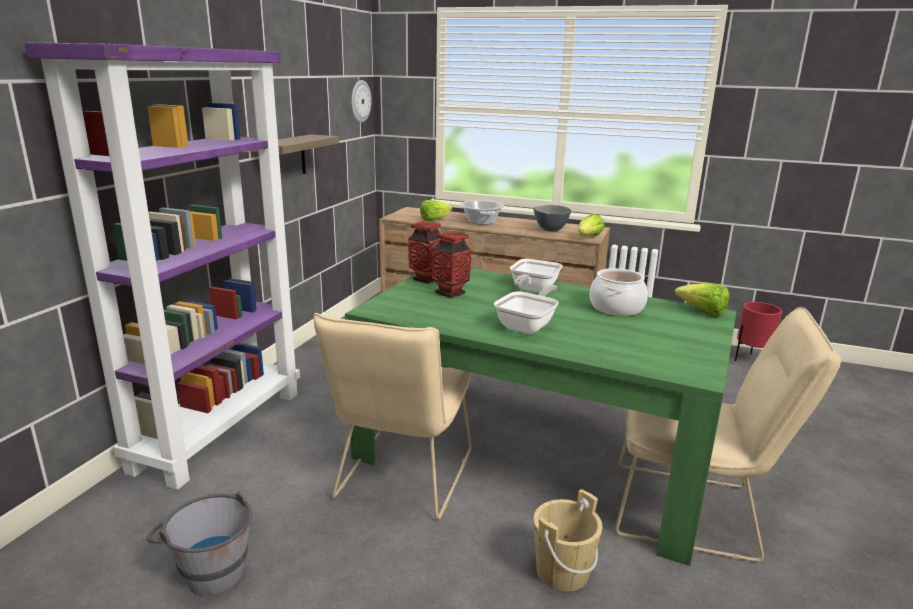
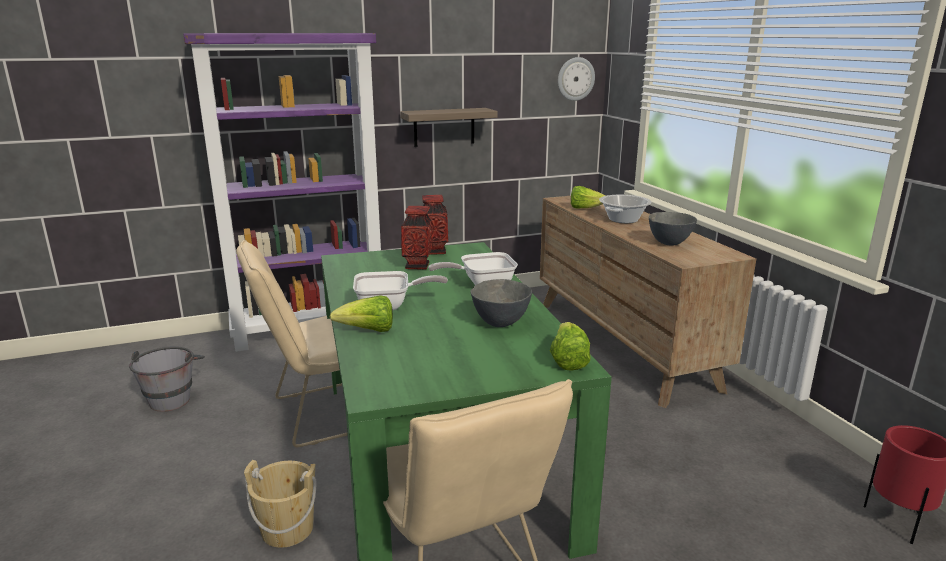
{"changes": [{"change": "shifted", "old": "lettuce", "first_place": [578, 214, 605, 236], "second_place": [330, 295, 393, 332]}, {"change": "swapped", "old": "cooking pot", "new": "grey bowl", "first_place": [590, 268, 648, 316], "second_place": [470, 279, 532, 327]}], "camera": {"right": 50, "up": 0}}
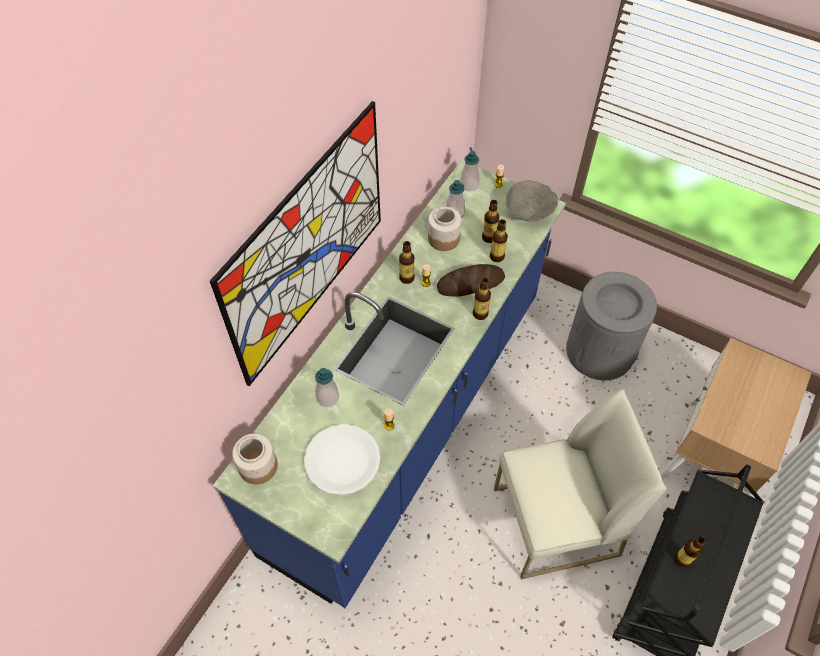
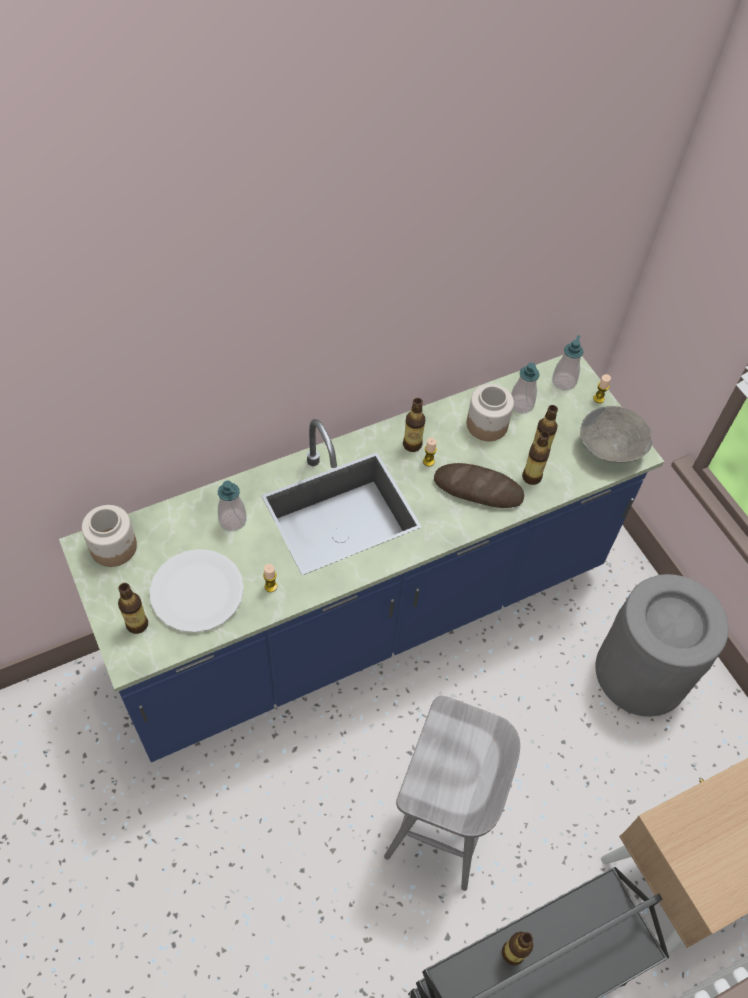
{"changes": [{"change": "gone", "old": "picture", "first_place": [210, 101, 381, 386]}, {"change": "shifted", "old": "bottle", "first_place": [473, 278, 491, 320], "second_place": [118, 583, 148, 634]}, {"change": "swapped", "old": "white chair", "new": "grey stool", "first_place": [494, 389, 667, 579], "second_place": [384, 696, 520, 891]}], "camera": {"right": 30, "up": 0}}
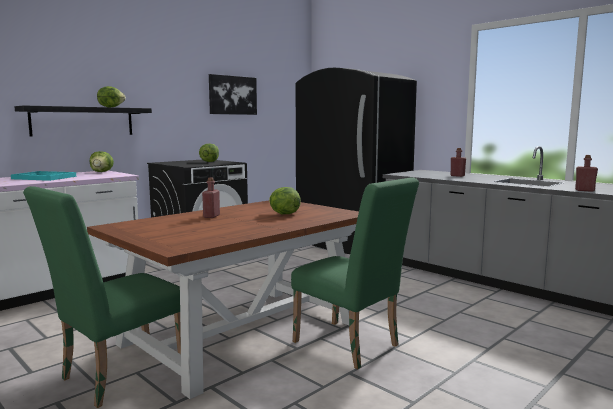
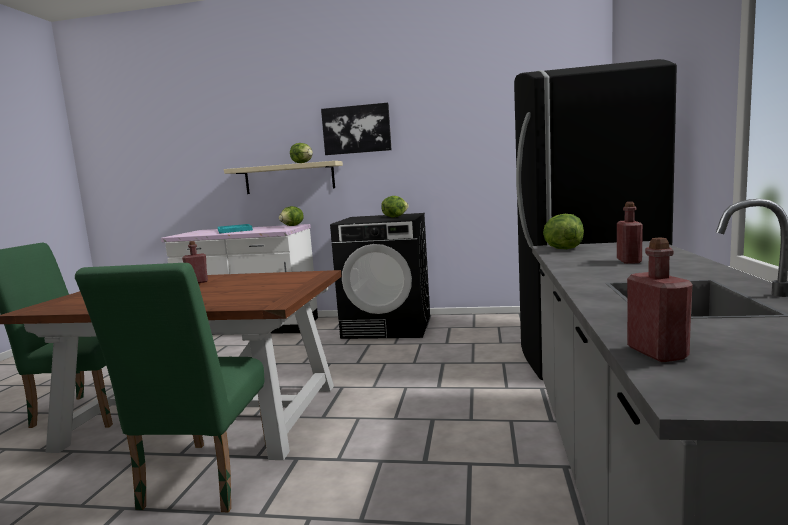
{"changes": [{"change": "repainted", "old": "black shelf", "new": "beige shelf", "first_place": [15, 106, 152, 137], "second_place": [224, 161, 343, 194]}, {"change": "shifted", "old": "picture", "first_place": [209, 74, 257, 115], "second_place": [321, 103, 392, 155]}, {"change": "shifted", "old": "lettuce", "first_place": [269, 187, 301, 214], "second_place": [543, 214, 584, 249]}], "camera": {"right": 55, "up": 0}}
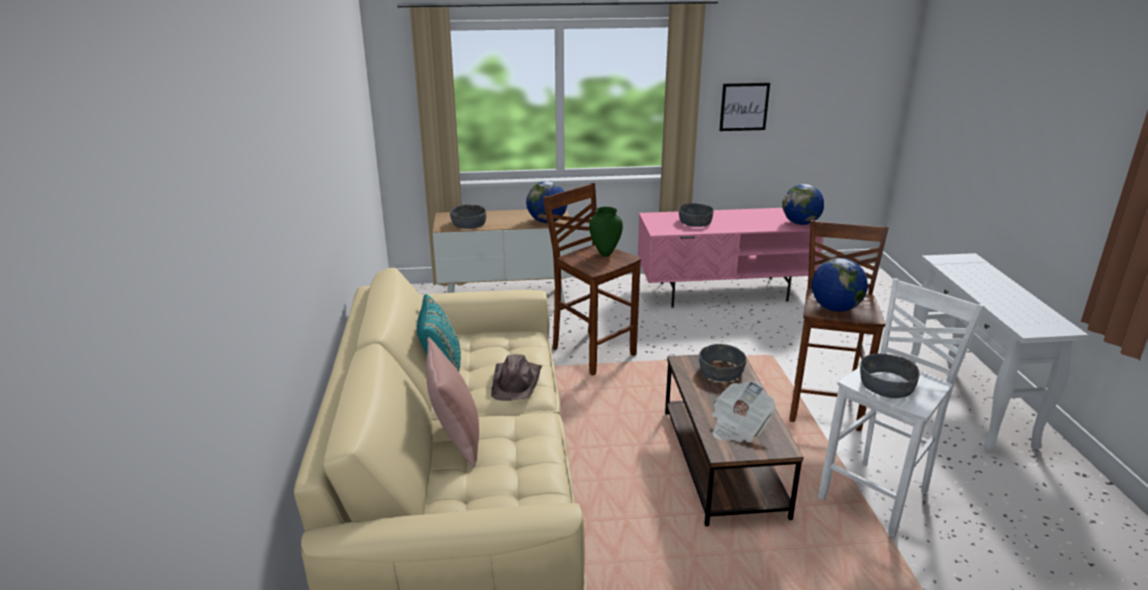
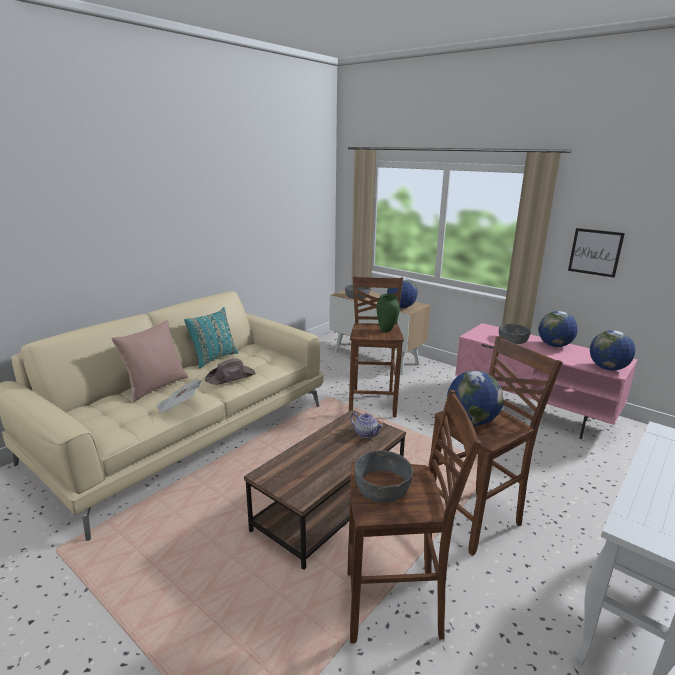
{"changes": [{"change": "swapped", "old": "grey bowl", "new": "teapot", "first_place": [699, 344, 747, 382], "second_place": [350, 412, 383, 438]}, {"change": "shifted", "old": "newspaper", "first_place": [712, 381, 776, 443], "second_place": [157, 379, 203, 414]}, {"change": "repainted", "old": "white stool", "new": "brown stool", "first_place": [818, 278, 985, 537], "second_place": [348, 390, 481, 643]}, {"change": "new", "new": "globe", "second_place": [538, 311, 577, 347]}], "camera": {"right": 45, "up": -5}}
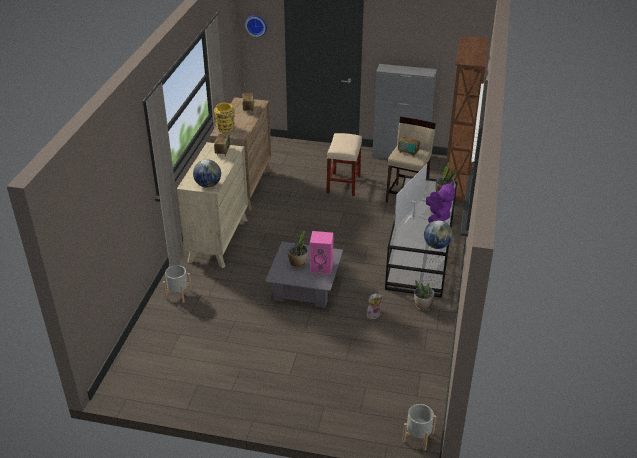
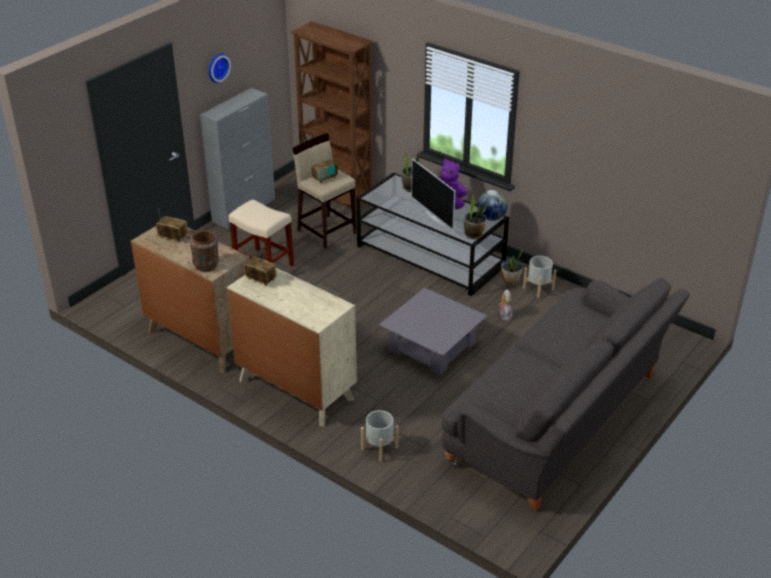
{"changes": [{"change": "gone", "old": "globe", "first_place": [193, 159, 221, 188]}, {"change": "repainted", "old": "yellow vase", "new": "brown vase", "first_place": [214, 103, 235, 132], "second_place": [189, 230, 219, 272]}, {"change": "shifted", "old": "wall clock", "first_place": [245, 15, 267, 37], "second_place": [208, 53, 231, 83]}, {"change": "shifted", "old": "potted plant", "first_place": [288, 231, 308, 268], "second_place": [464, 195, 487, 239]}, {"change": "gone", "old": "pink speaker", "first_place": [310, 231, 334, 274]}, {"change": "shifted", "old": "grey planter", "first_place": [402, 404, 436, 451], "second_place": [523, 256, 556, 298]}, {"change": "new", "new": "grey sofa", "second_place": [441, 278, 690, 511]}], "camera": {"right": -65, "up": 0}}
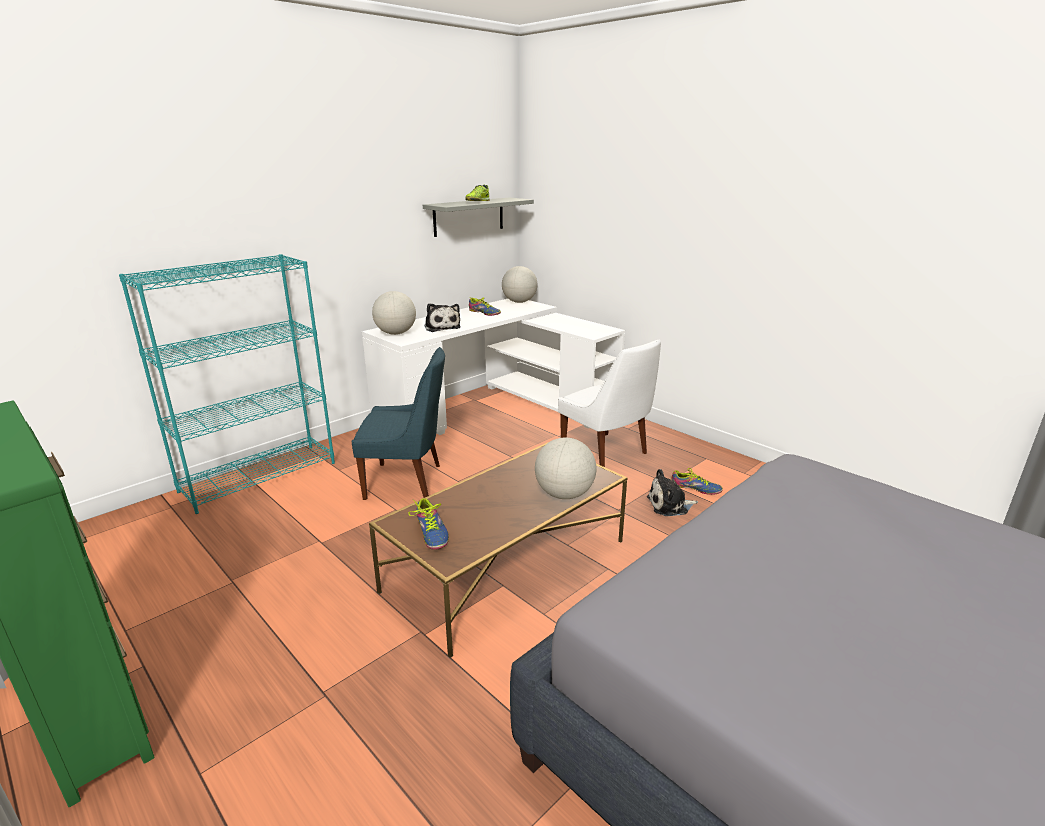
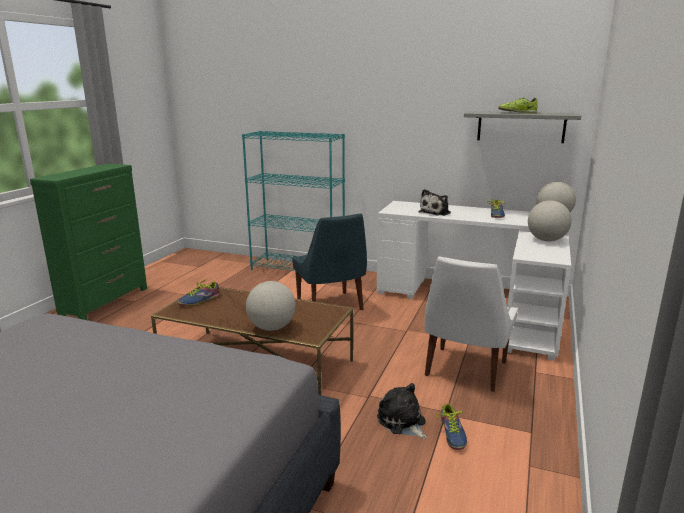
{"changes": [{"change": "shifted", "old": "globe", "first_place": [372, 291, 416, 335], "second_place": [528, 200, 572, 241]}], "camera": {"right": 65, "up": -5}}
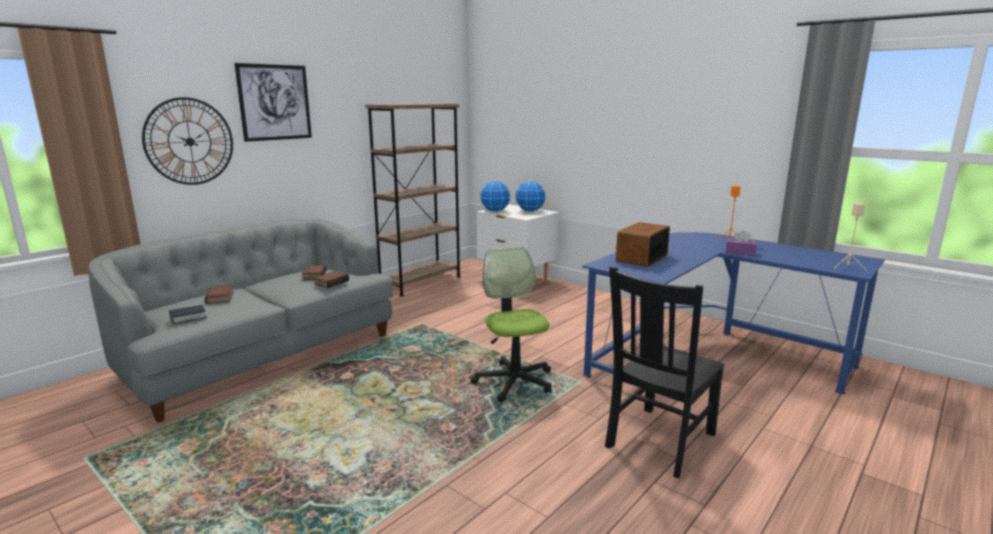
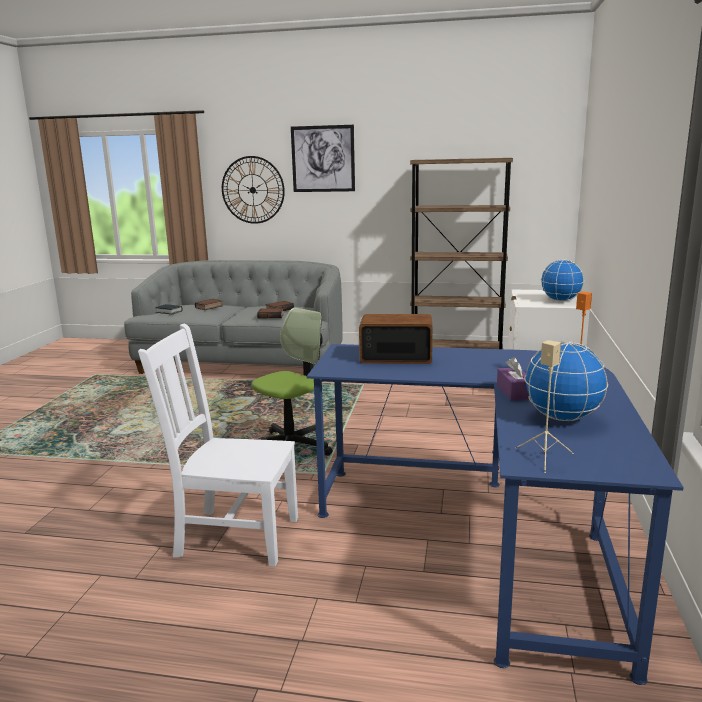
{"changes": [{"change": "shifted", "old": "globe", "first_place": [480, 180, 511, 212], "second_place": [524, 341, 608, 421]}, {"change": "repainted", "old": "black chair", "new": "white chair", "first_place": [605, 266, 724, 478], "second_place": [138, 324, 298, 567]}], "camera": {"right": 60, "up": 0}}
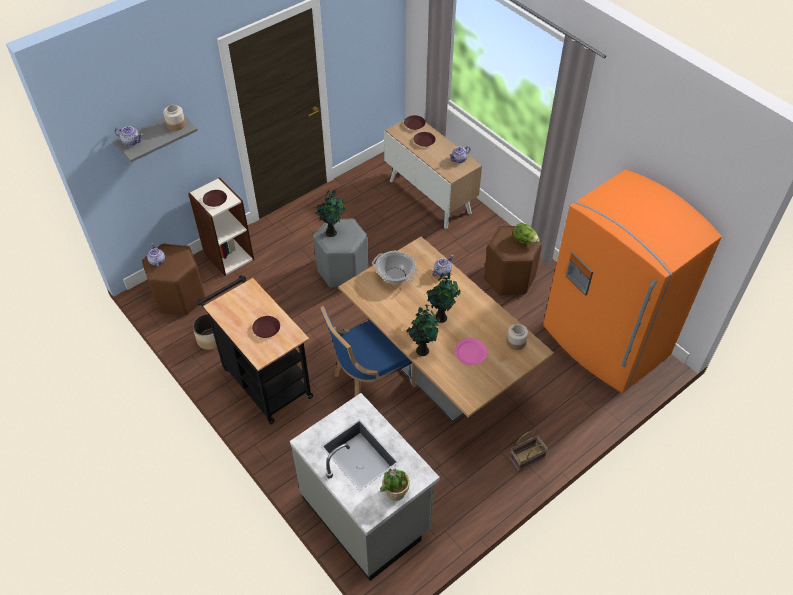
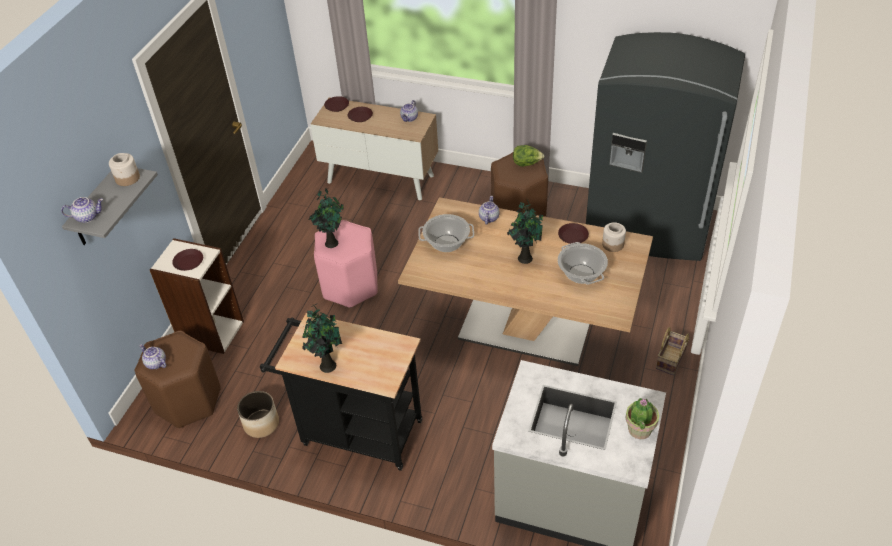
{"changes": [{"change": "shifted", "old": "brown plate", "first_place": [252, 316, 280, 338], "second_place": [558, 223, 589, 244]}, {"change": "repainted", "old": "grey stool", "new": "pink stool", "first_place": [313, 218, 369, 288], "second_place": [314, 220, 378, 308]}, {"change": "gone", "old": "blue chair", "first_place": [320, 306, 417, 396]}, {"change": "shifted", "old": "potted plant", "first_place": [406, 305, 441, 356], "second_place": [302, 304, 342, 373]}, {"change": "swapped", "old": "pink plate", "new": "cooking pot", "first_place": [455, 338, 487, 365], "second_place": [558, 242, 608, 284]}, {"change": "repainted", "old": "orange fridge", "new": "grey fridge", "first_place": [543, 170, 722, 393], "second_place": [586, 32, 745, 261]}], "camera": {"right": -30, "up": -5}}
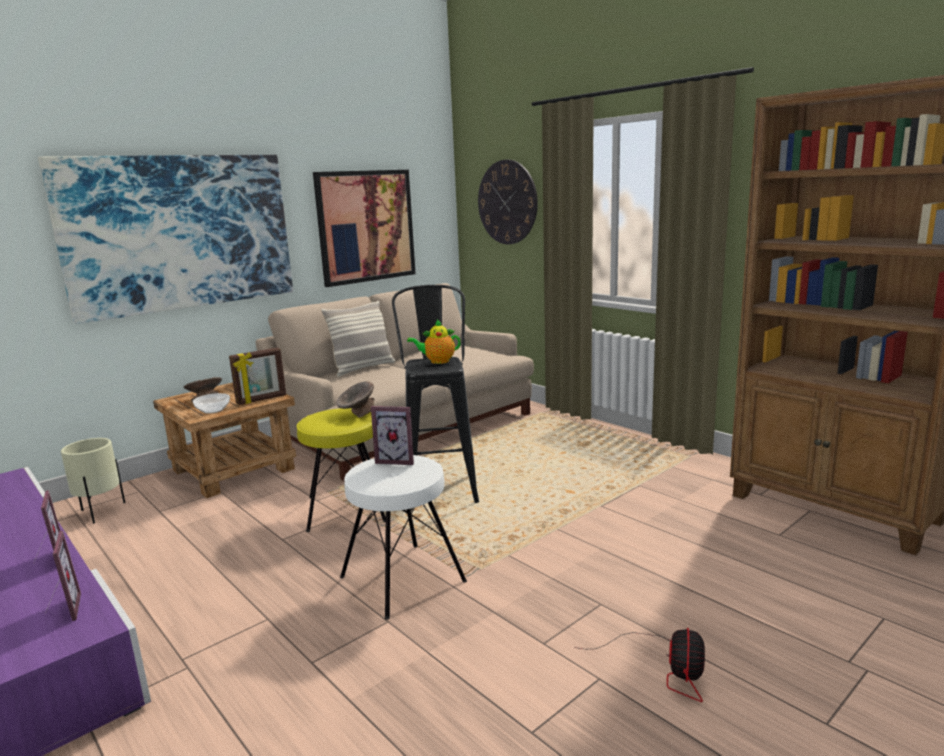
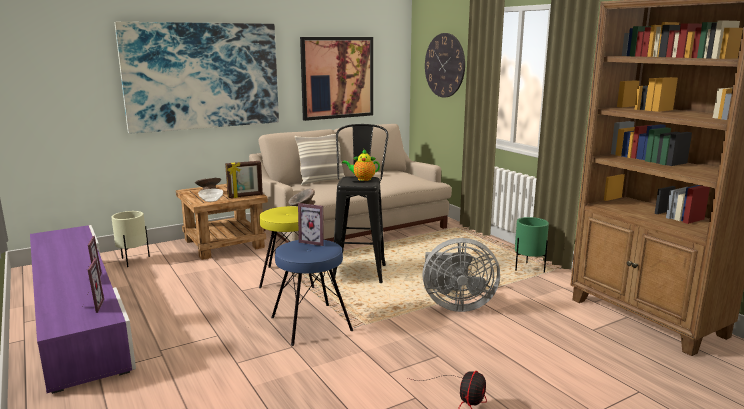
{"changes": [{"change": "repainted", "old": "white stool", "new": "blue stool", "first_place": [340, 455, 467, 620], "second_place": [271, 240, 353, 346]}, {"change": "new", "new": "grey fan", "second_place": [422, 238, 500, 312]}, {"change": "new", "new": "green planter", "second_place": [515, 217, 549, 273]}], "camera": {"right": 10, "up": 0}}
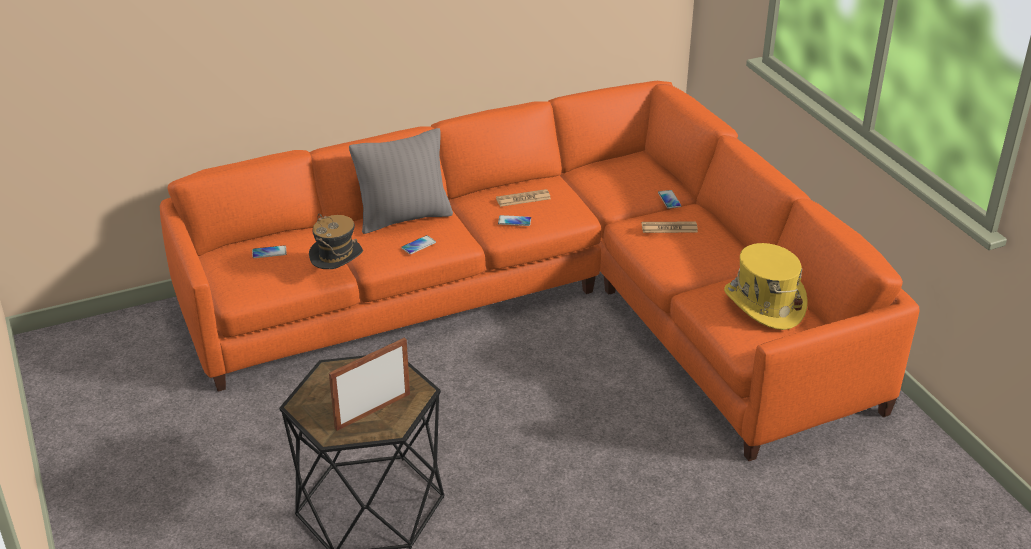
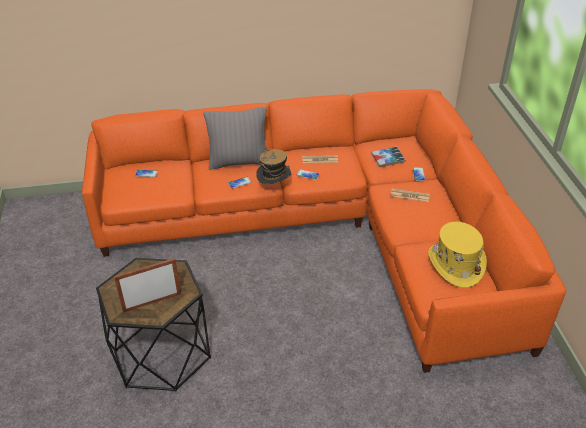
{"changes": [{"change": "shifted", "old": "hat", "first_place": [309, 214, 363, 269], "second_place": [256, 147, 291, 184]}, {"change": "new", "new": "book", "second_place": [371, 146, 405, 168]}], "camera": {"right": 15, "up": 5}}
